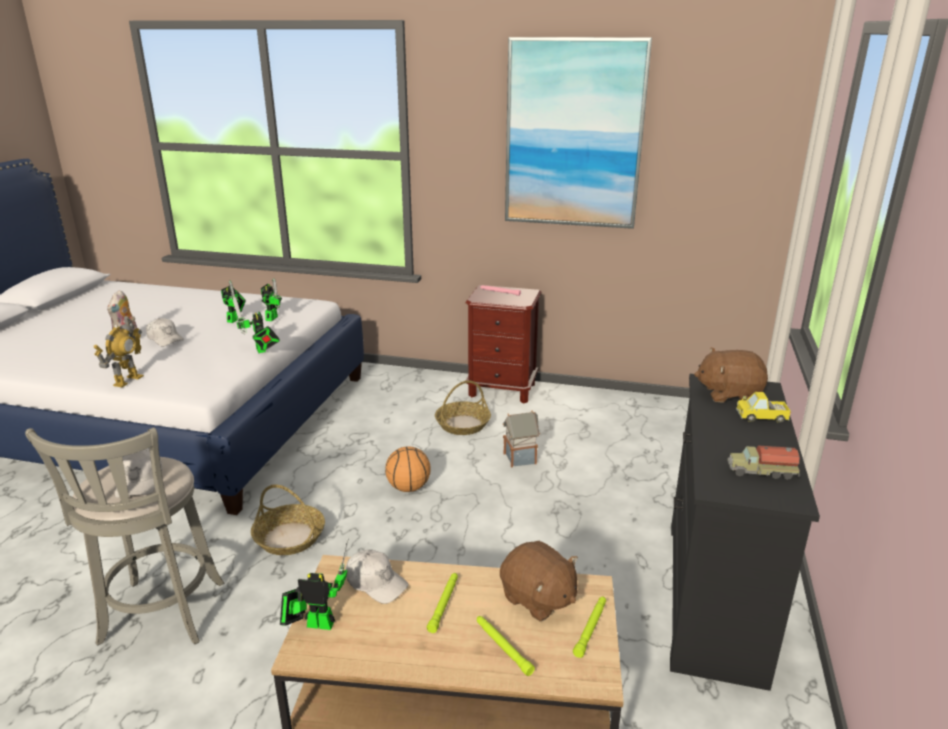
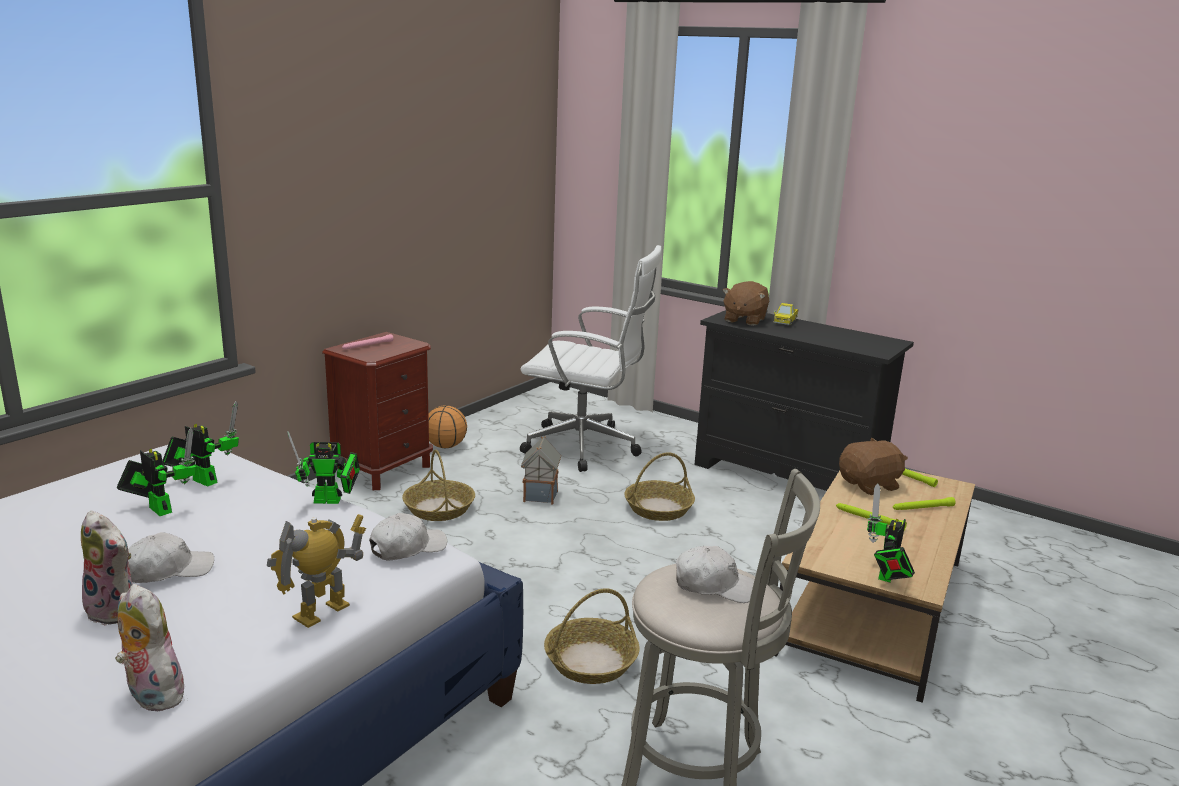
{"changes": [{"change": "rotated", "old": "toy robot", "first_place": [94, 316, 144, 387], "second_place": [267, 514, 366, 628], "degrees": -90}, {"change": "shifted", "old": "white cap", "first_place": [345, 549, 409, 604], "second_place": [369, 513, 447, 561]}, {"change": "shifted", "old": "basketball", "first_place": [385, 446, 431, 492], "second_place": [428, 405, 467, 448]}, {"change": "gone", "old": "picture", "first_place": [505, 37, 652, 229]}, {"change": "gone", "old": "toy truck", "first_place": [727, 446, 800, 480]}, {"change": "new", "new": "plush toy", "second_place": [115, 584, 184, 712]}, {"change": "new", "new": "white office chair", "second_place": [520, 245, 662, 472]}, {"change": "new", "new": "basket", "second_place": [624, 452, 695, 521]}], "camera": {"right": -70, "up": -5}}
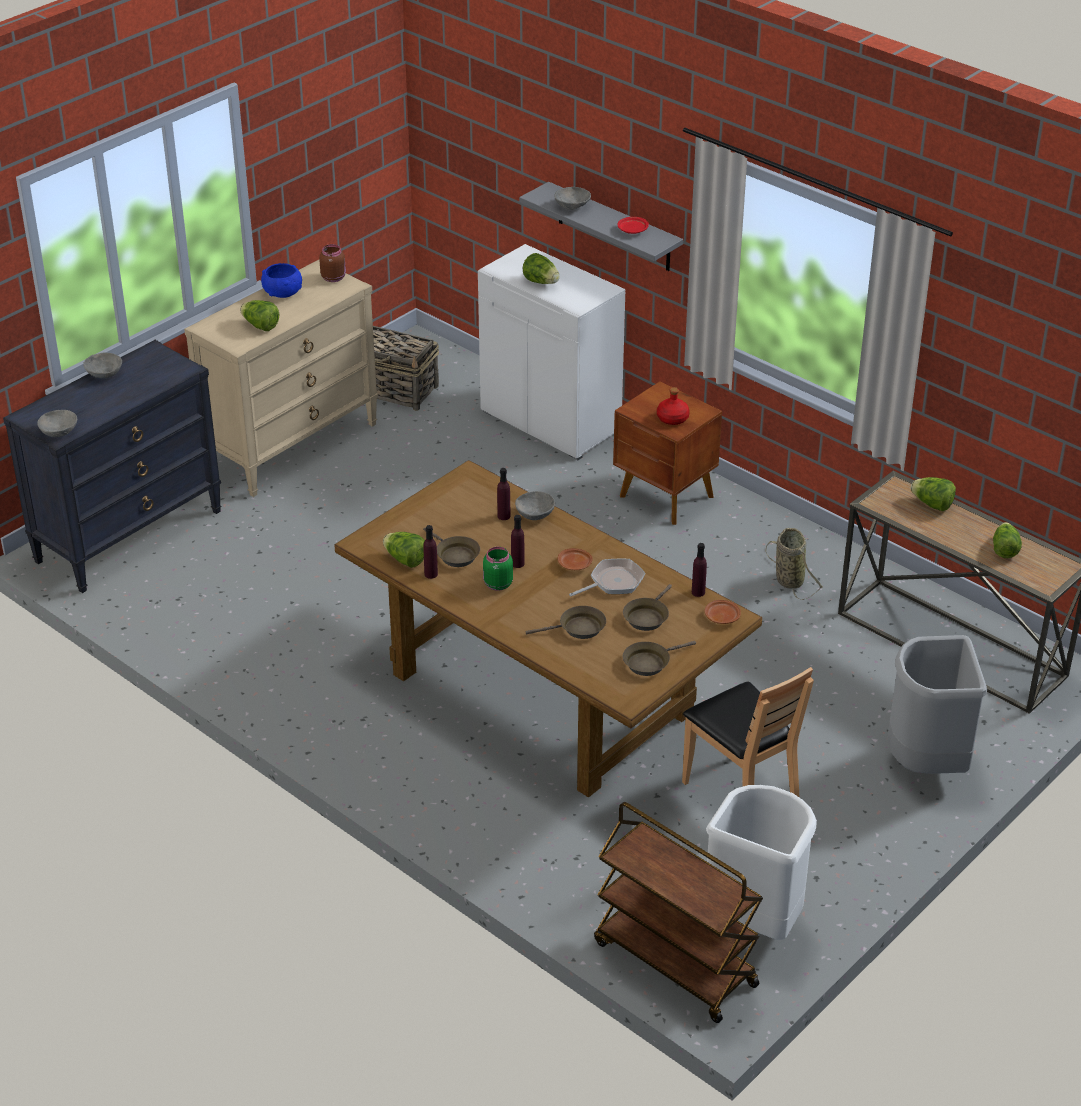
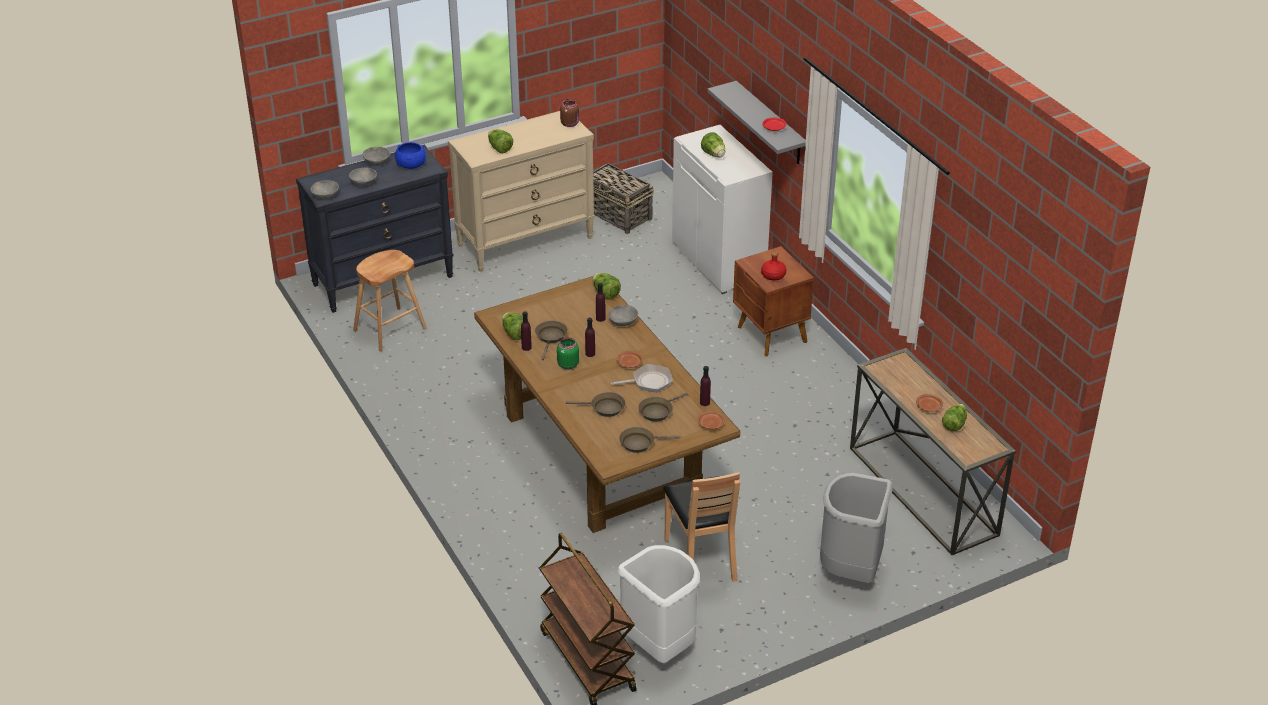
{"changes": [{"change": "shifted", "old": "blue bowl", "first_place": [261, 263, 302, 298], "second_place": [395, 142, 426, 169]}, {"change": "rotated", "old": "brown frying pan", "first_place": [423, 527, 480, 567], "second_place": [535, 321, 567, 360], "degrees": -150}, {"change": "shifted", "old": "grey bowl", "first_place": [554, 187, 591, 210], "second_place": [349, 168, 377, 186]}, {"change": "gone", "old": "basket", "first_place": [765, 528, 823, 600]}, {"change": "shifted", "old": "lettuce", "first_place": [910, 477, 956, 511], "second_place": [592, 273, 621, 300]}, {"change": "new", "new": "brown stool", "second_place": [353, 250, 427, 351]}, {"change": "new", "new": "brown plate", "second_place": [916, 394, 943, 412]}], "camera": {"right": 20, "up": 0}}
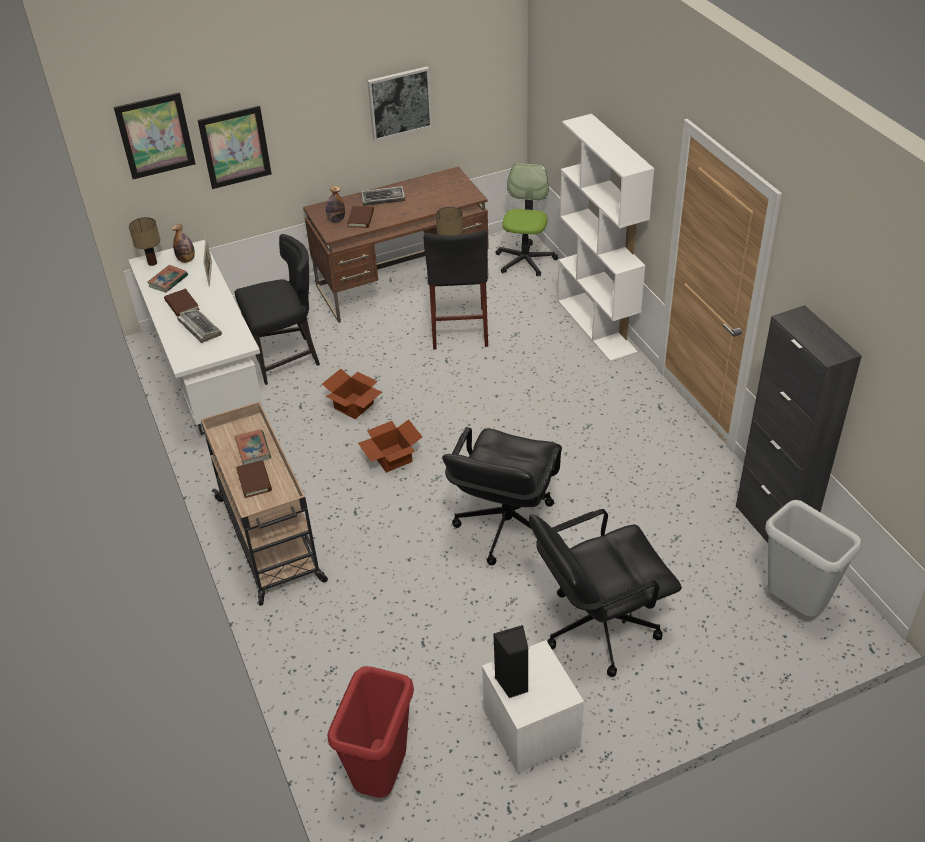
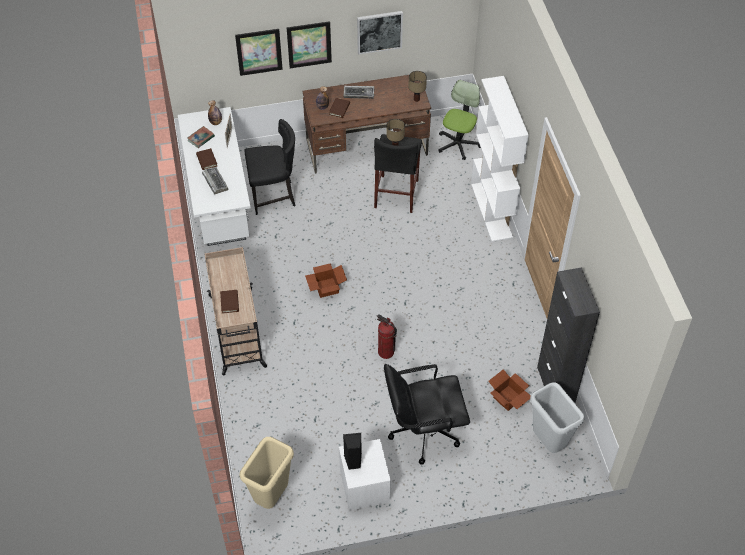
{"changes": [{"change": "shifted", "old": "picture", "first_place": [114, 92, 196, 179], "second_place": [287, 21, 332, 68]}, {"change": "shifted", "old": "table lamp", "first_place": [129, 217, 160, 266], "second_place": [408, 71, 427, 102]}, {"change": "gone", "old": "book", "first_place": [235, 429, 271, 465]}, {"change": "shifted", "old": "cardboard box", "first_place": [322, 369, 382, 419], "second_place": [488, 369, 531, 411]}, {"change": "repainted", "old": "red trash can", "new": "beige trash can", "first_place": [327, 666, 414, 798], "second_place": [240, 437, 294, 509]}, {"change": "swapped", "old": "black office chair", "new": "fire extinguisher", "first_place": [442, 427, 562, 565], "second_place": [377, 314, 397, 359]}], "camera": {"right": 10, "up": 10}}
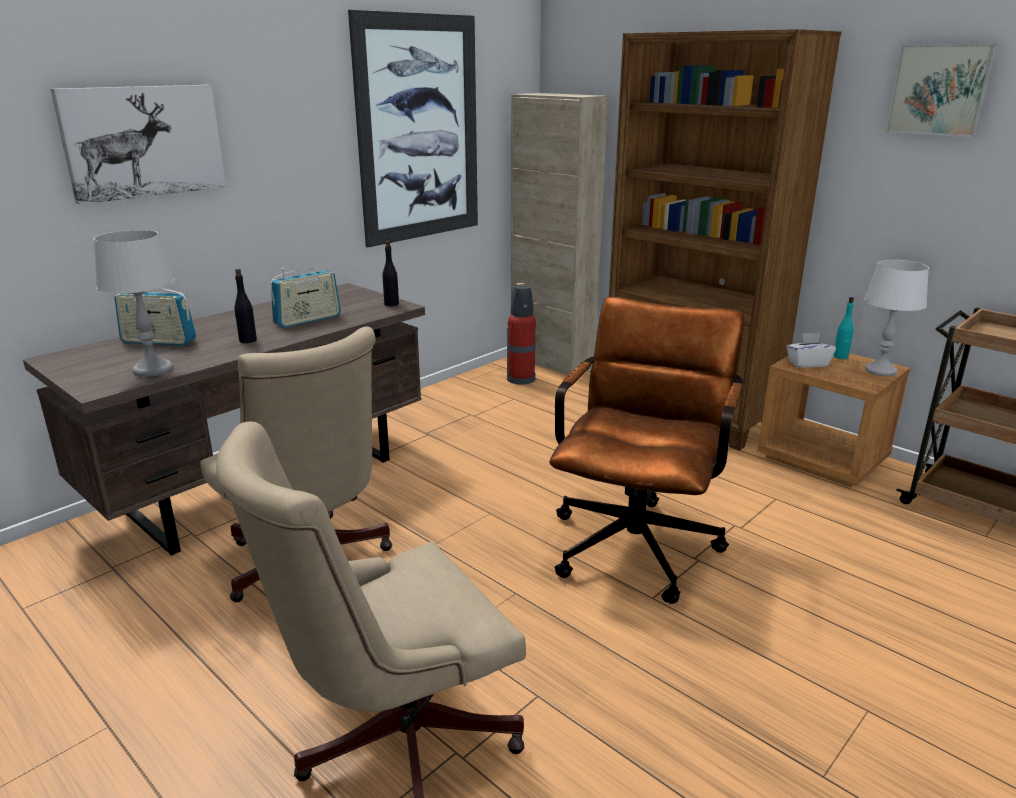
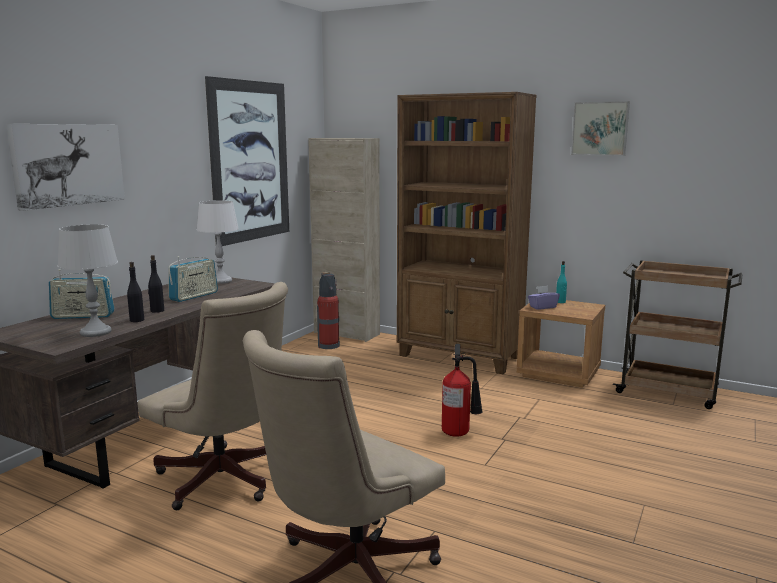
{"changes": [{"change": "shifted", "old": "black bottle", "first_place": [382, 241, 399, 306], "second_place": [127, 262, 144, 322]}, {"change": "swapped", "old": "brown office chair", "new": "fire extinguisher", "first_place": [549, 297, 744, 604], "second_place": [442, 344, 483, 437]}, {"change": "repainted", "old": "white tissue box", "new": "purple tissue box", "first_place": [787, 333, 836, 368], "second_place": [528, 285, 560, 310]}, {"change": "shifted", "old": "white table lamp", "first_place": [864, 260, 929, 376], "second_place": [197, 200, 239, 284]}], "camera": {"right": -15, "up": -10}}
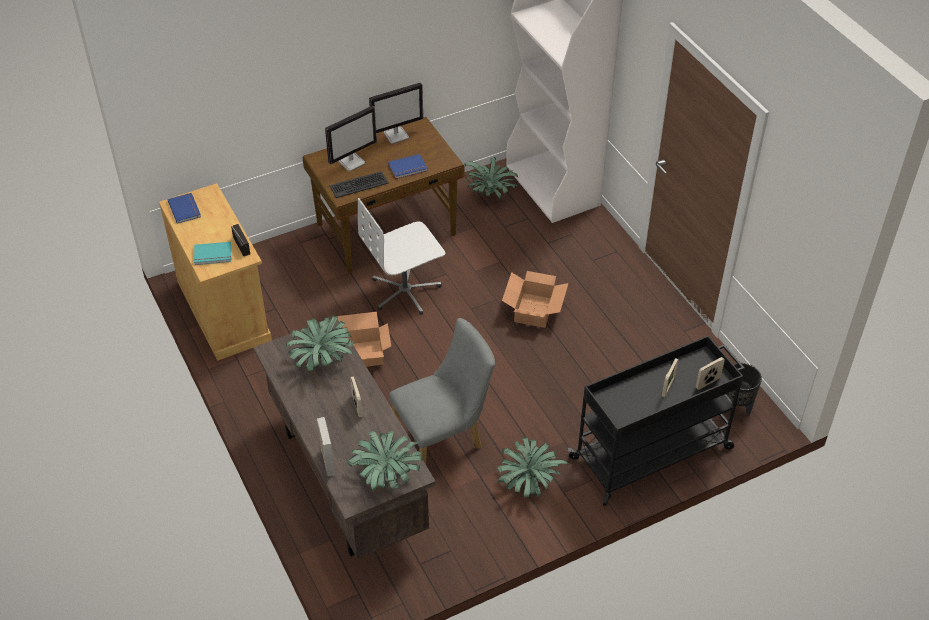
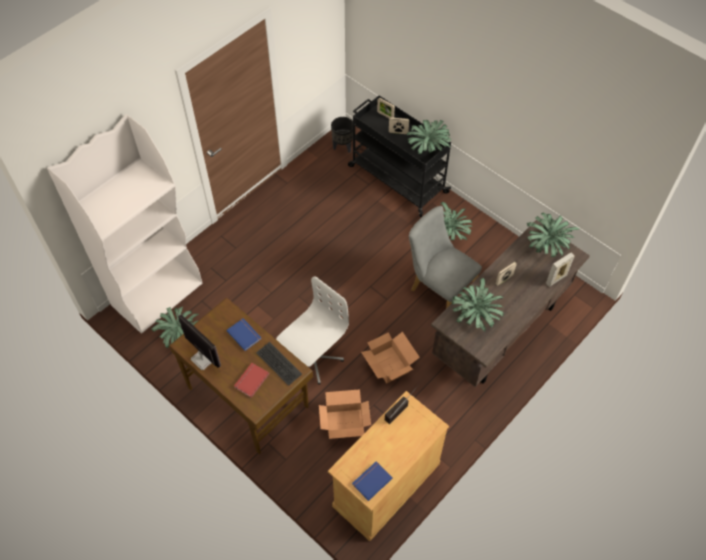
{"changes": [{"change": "gone", "old": "turquoise book", "first_place": [194, 242, 231, 265]}, {"change": "swapped", "old": "monitor", "new": "red book", "first_place": [325, 106, 377, 171], "second_place": [234, 363, 270, 398]}, {"change": "rotated", "old": "white office chair", "first_place": [358, 198, 445, 315], "second_place": [276, 276, 349, 385], "degrees": -90}, {"change": "shifted", "old": "cardboard box", "first_place": [502, 271, 569, 328], "second_place": [319, 389, 371, 439]}, {"change": "new", "new": "potted plant", "second_place": [407, 120, 451, 154]}], "camera": {"right": -110, "up": 10}}
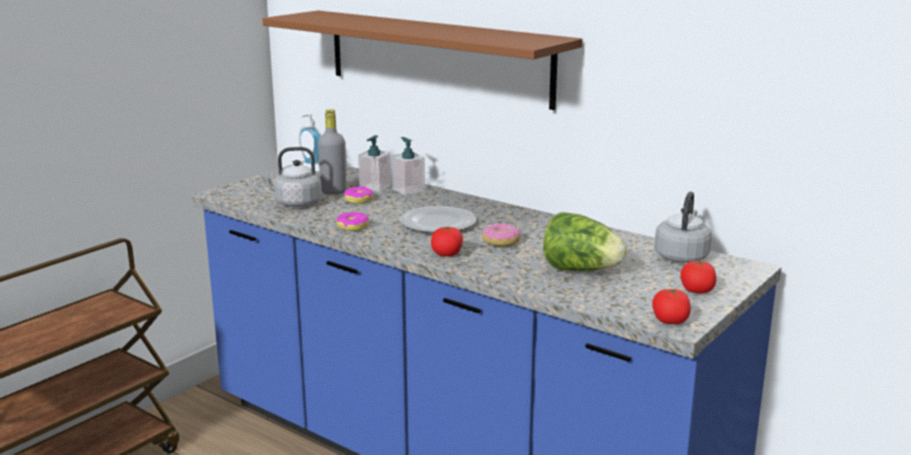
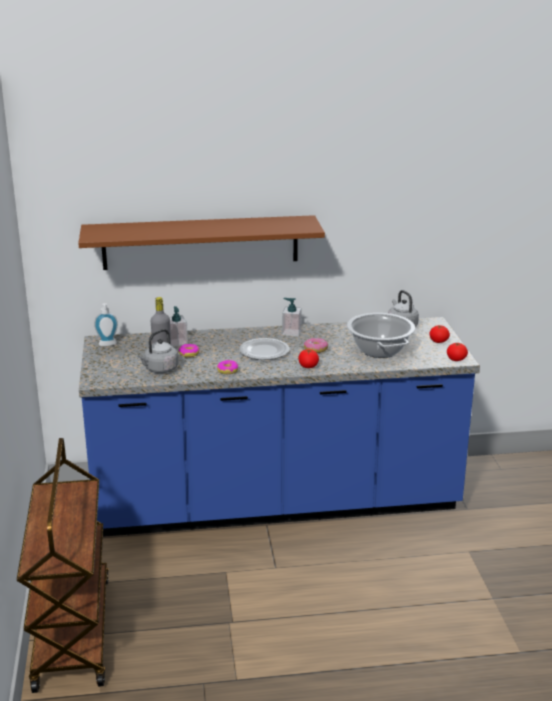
{"changes": [{"change": "shifted", "old": "soap dispenser", "first_place": [392, 137, 425, 195], "second_place": [282, 298, 302, 336]}, {"change": "swapped", "old": "lettuce", "new": "cooking pot", "first_place": [543, 212, 627, 271], "second_place": [347, 313, 415, 358]}], "camera": {"right": -45, "up": 5}}
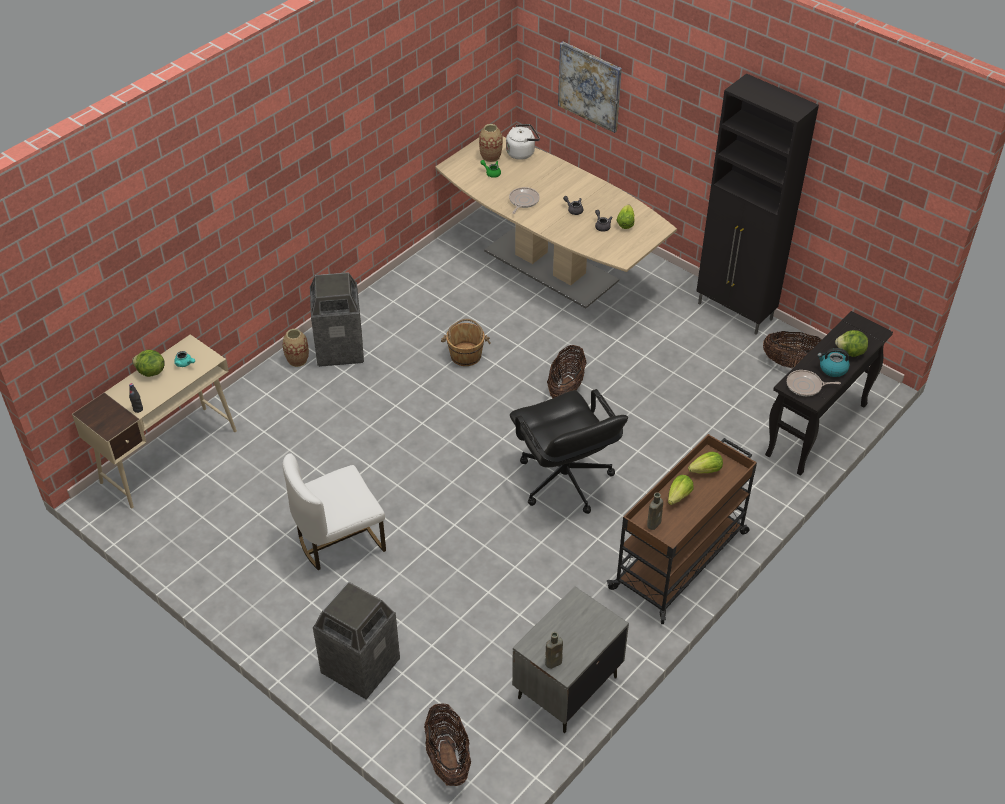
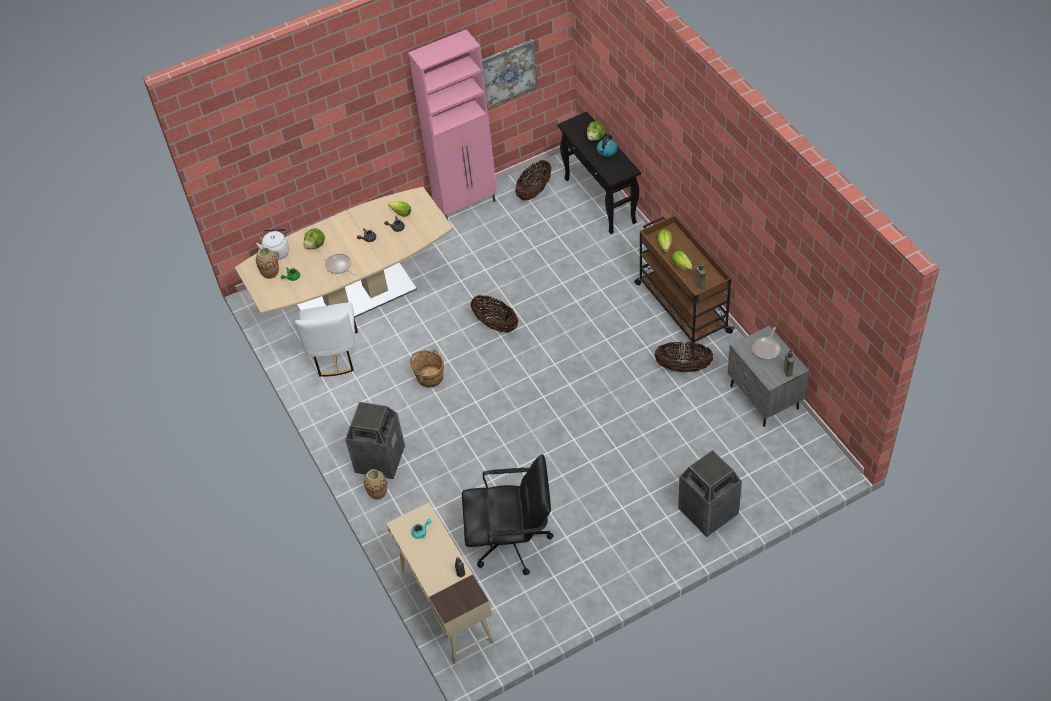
{"changes": [{"change": "shifted", "old": "lettuce", "first_place": [132, 350, 165, 377], "second_place": [304, 228, 325, 249]}, {"change": "shifted", "old": "white chair", "first_place": [283, 453, 386, 570], "second_place": [294, 303, 358, 377]}, {"change": "shifted", "old": "basket", "first_place": [424, 703, 471, 786], "second_place": [654, 342, 713, 372]}, {"change": "shifted", "old": "black office chair", "first_place": [510, 389, 628, 514], "second_place": [462, 454, 554, 575]}, {"change": "shifted", "old": "picture", "first_place": [558, 42, 622, 133], "second_place": [482, 39, 538, 109]}, {"change": "repainted", "old": "black cabinet", "new": "pink cabinet", "first_place": [696, 73, 819, 335], "second_place": [408, 29, 497, 220]}, {"change": "shifted", "old": "frying pan", "first_place": [787, 370, 841, 396], "second_place": [752, 327, 780, 360]}], "camera": {"right": -65, "up": 5}}
